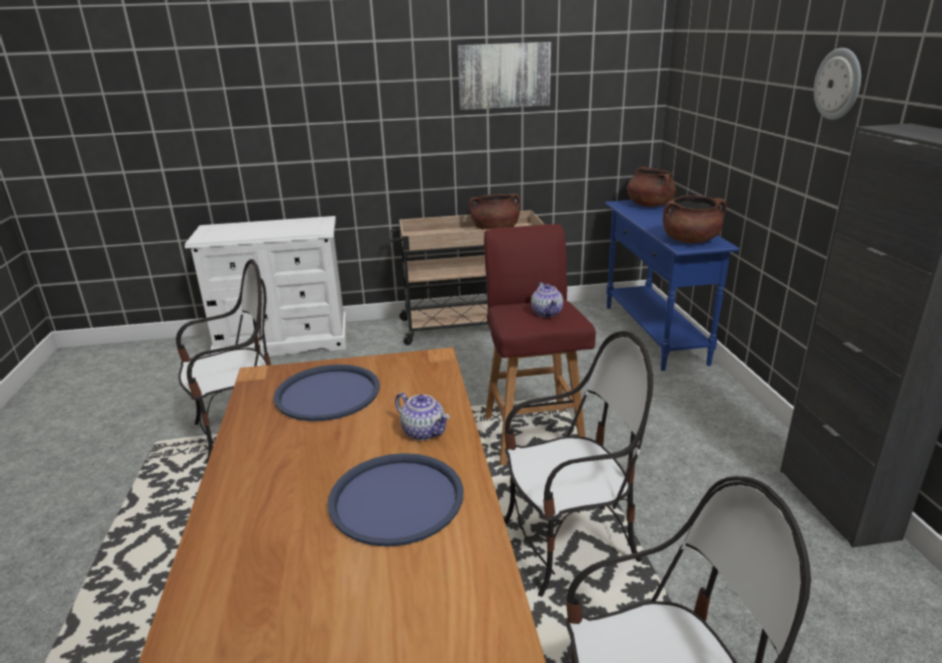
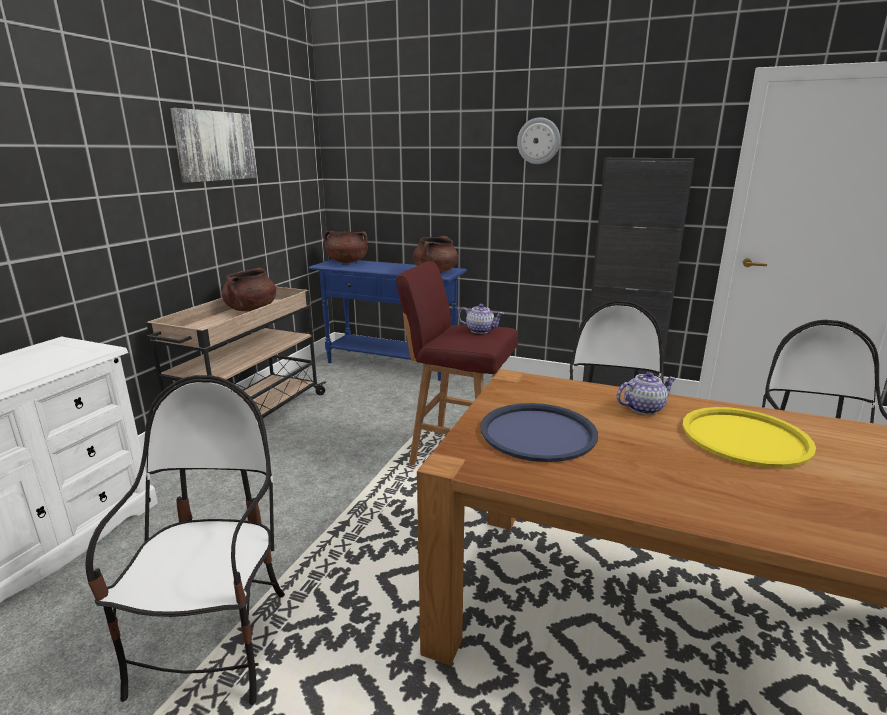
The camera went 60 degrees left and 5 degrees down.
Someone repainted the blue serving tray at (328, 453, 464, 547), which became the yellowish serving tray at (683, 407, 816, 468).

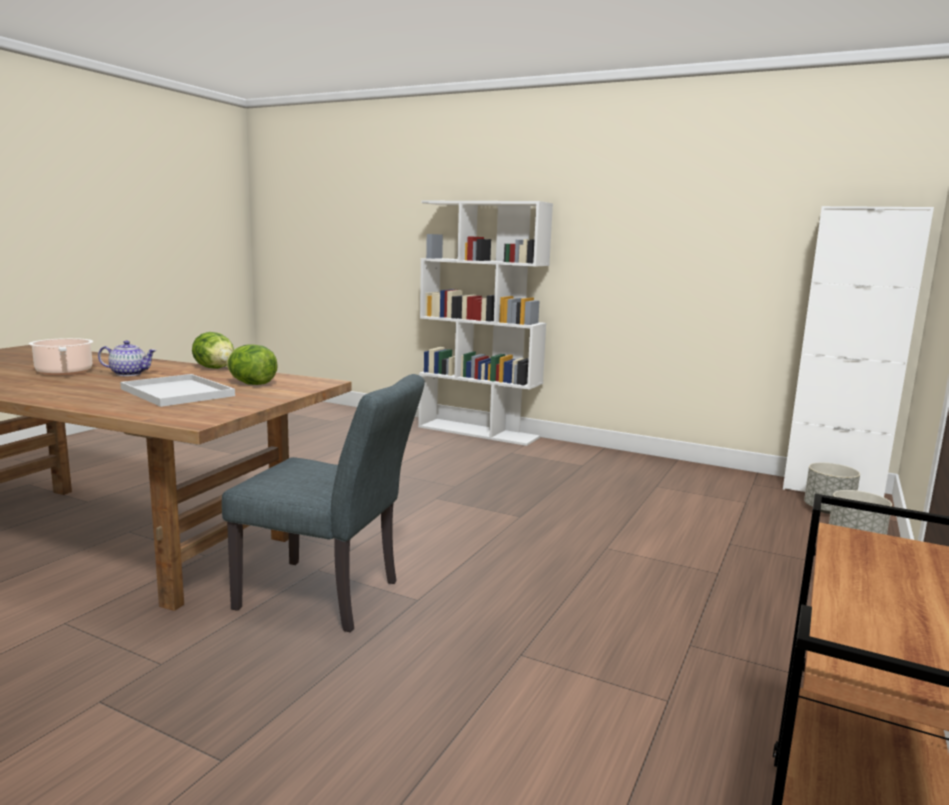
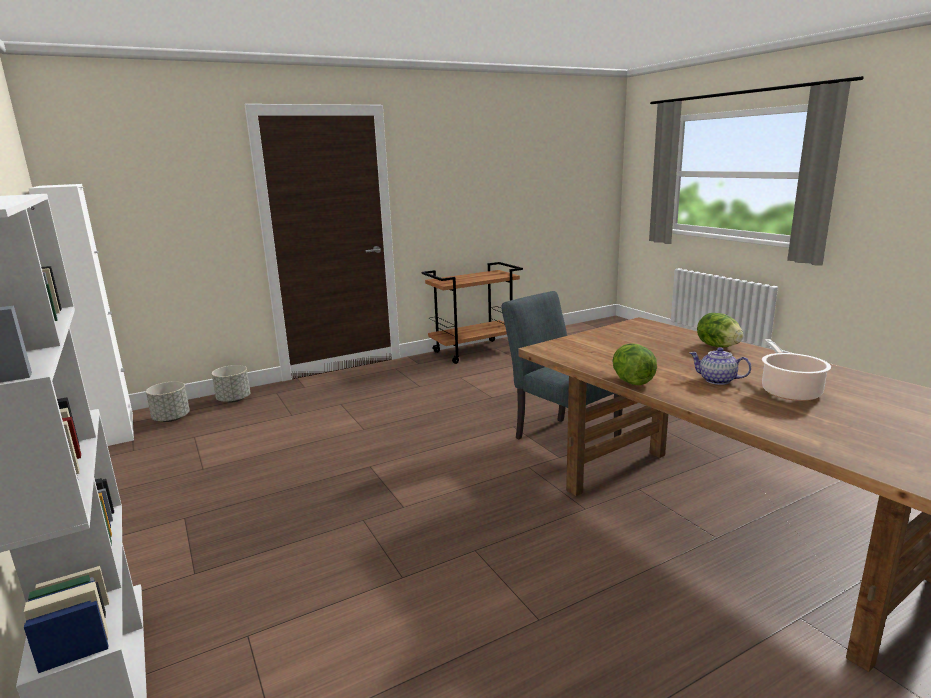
The camera went 145 degrees left and 5 degrees up.
Someone carried the lettuce head from (226, 344, 278, 385) to (697, 313, 744, 347).
Someone took away the whitish serving tray at (120, 374, 235, 407).

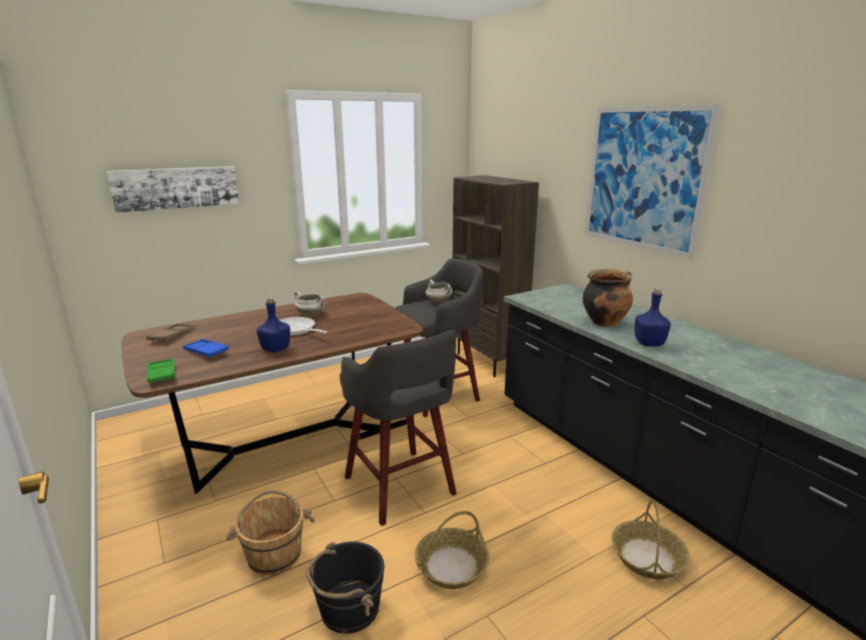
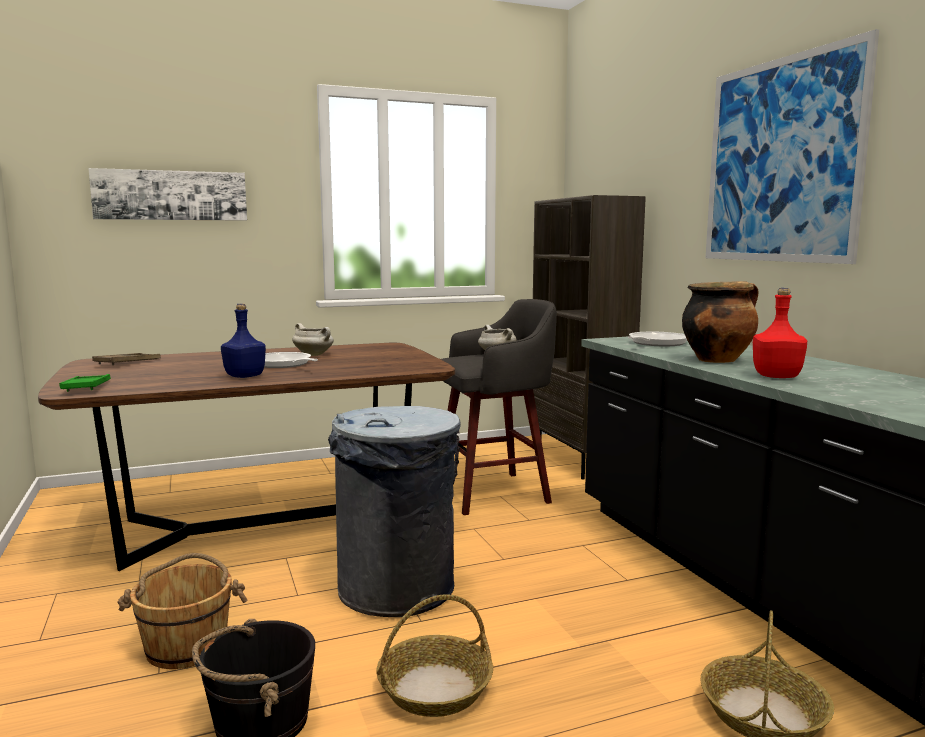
The camera went 10 degrees right and 10 degrees down.
Someone swapped the grey stool at (340, 330, 457, 526) for the grey waste bin at (328, 406, 461, 617).
Someone put down the pan at (628, 332, 687, 346).
Someone repainted the blue beverage bottle at (635, 288, 671, 346), which became the red-coloured beverage bottle at (753, 288, 807, 378).
Someone took away the blue serving tray at (183, 339, 229, 358).

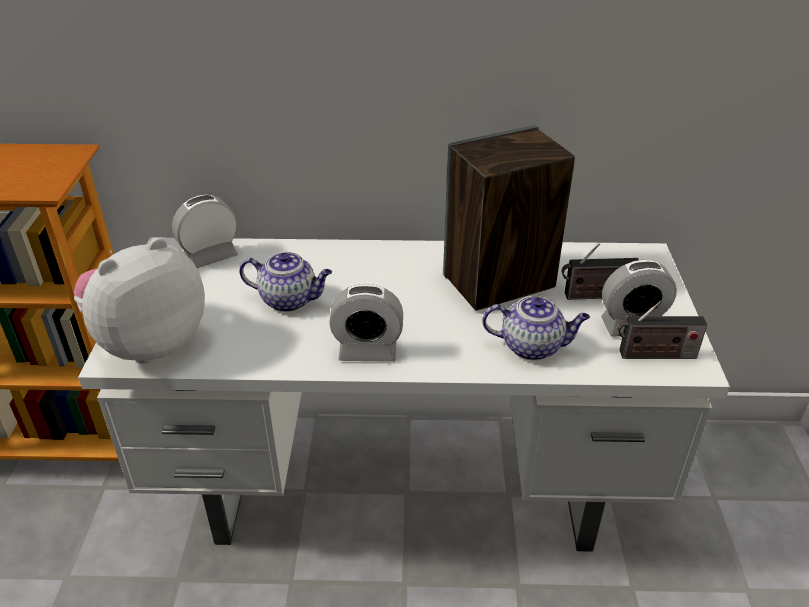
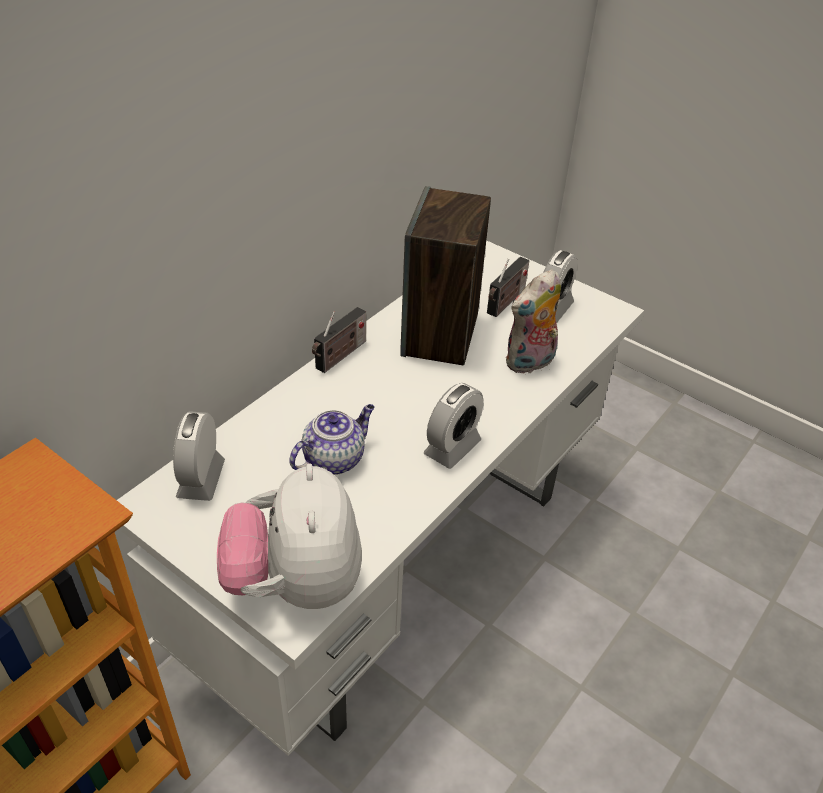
The camera went 55 degrees left and 5 degrees up.
Someone carried the radio receiver from (618, 300, 707, 359) to (312, 307, 366, 373).
Someone swapped the pot for tea at (482, 296, 590, 360) for the soft toy at (506, 269, 561, 374).

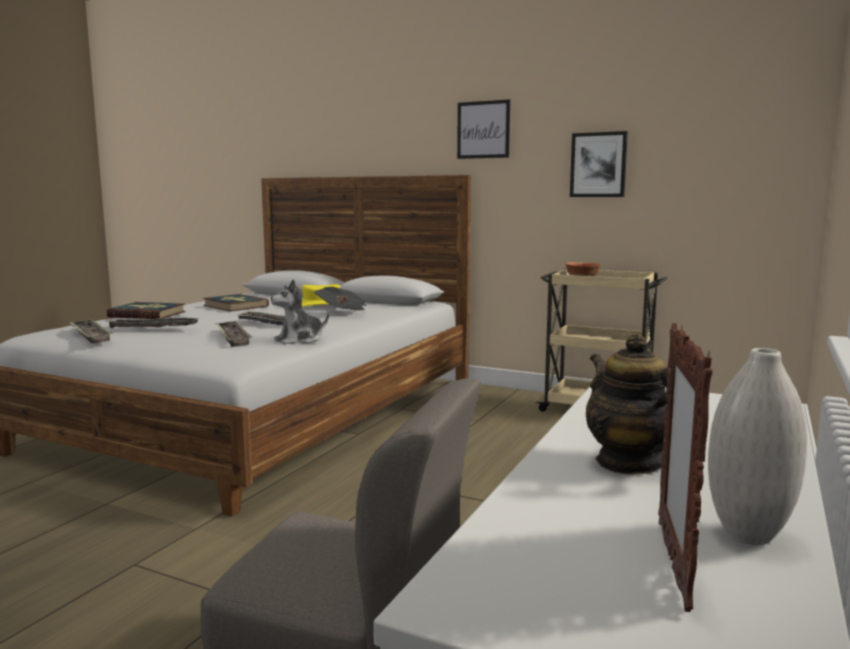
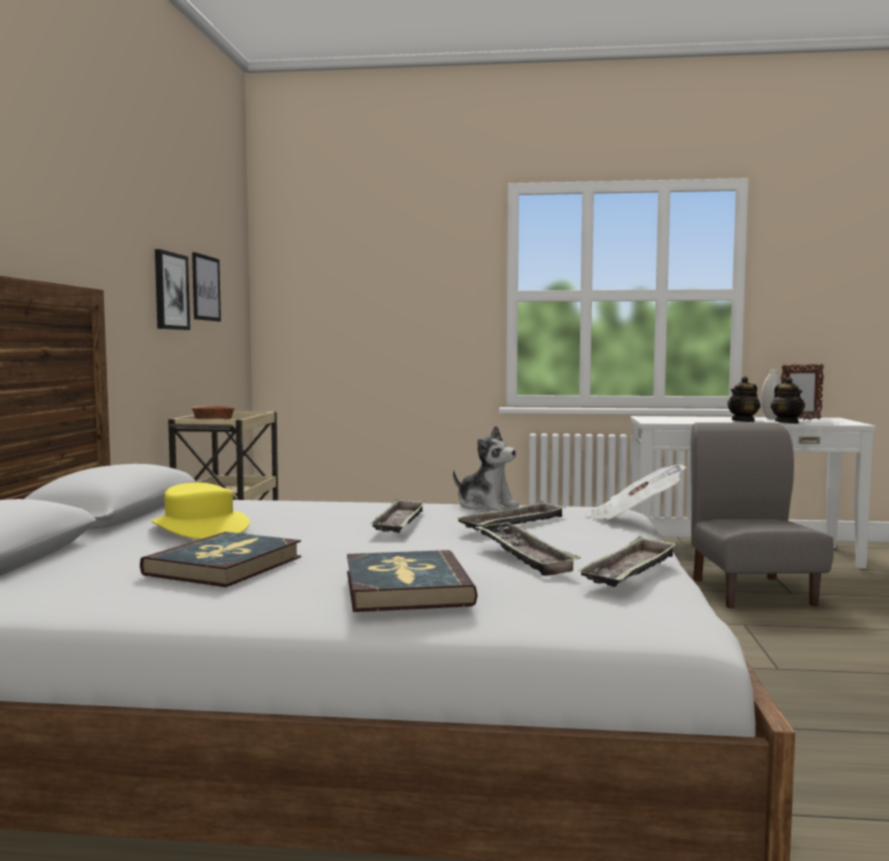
The camera went 110 degrees left and 5 degrees down.
Someone carried the picture from (457, 99, 510, 159) to (192, 252, 221, 321).
Someone carried the daily paper from (314, 287, 367, 311) to (585, 464, 686, 520).
Someone put down the pot for tea at (771, 377, 805, 423).

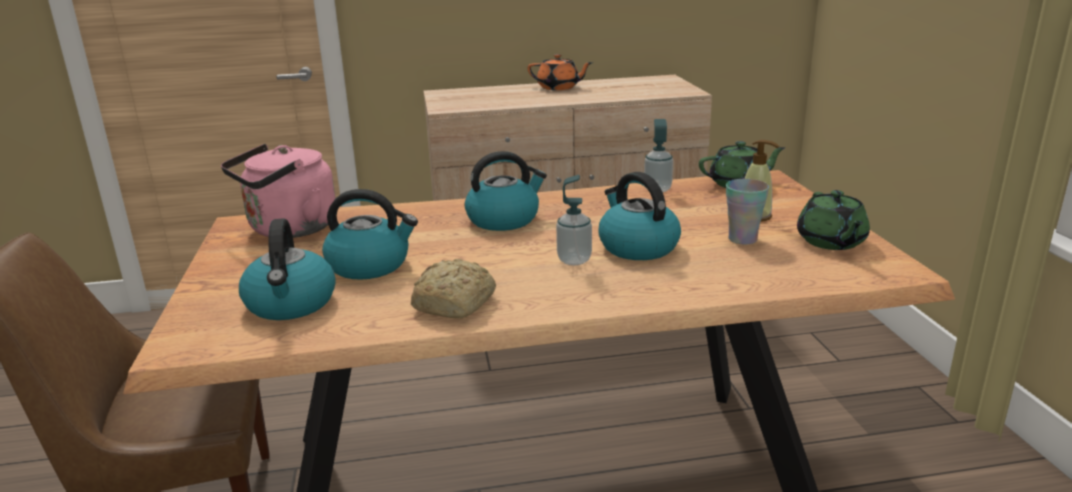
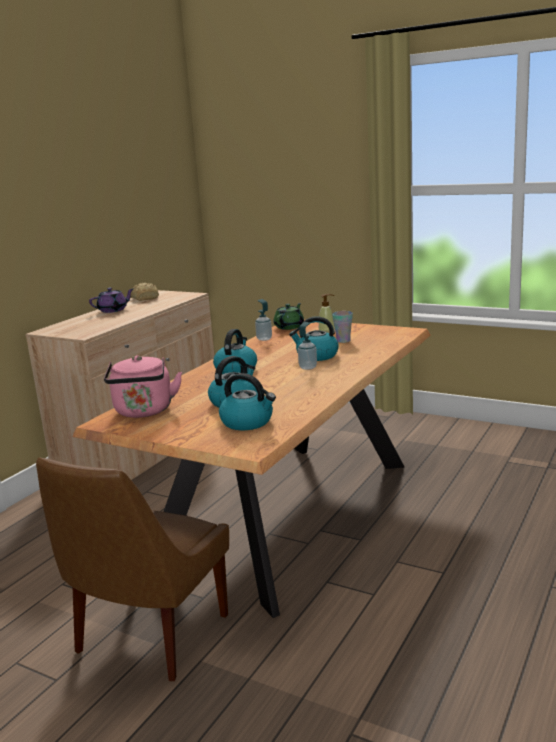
The camera went 50 degrees left and 5 degrees down.
Someone repainted the orange pot for tea at (527, 54, 593, 90), which became the purplish pot for tea at (89, 288, 133, 313).
Someone carried the baked bread from (411, 259, 496, 319) to (131, 283, 159, 301).
Someone took away the green-coloured pot for tea at (797, 190, 870, 250).

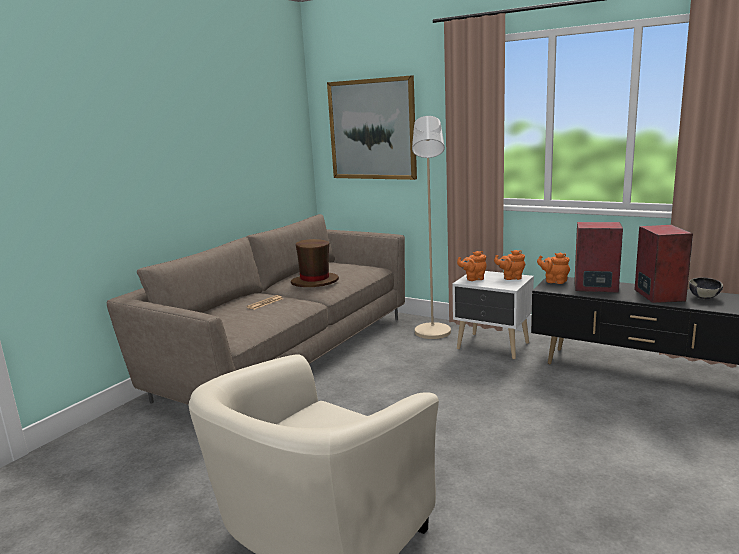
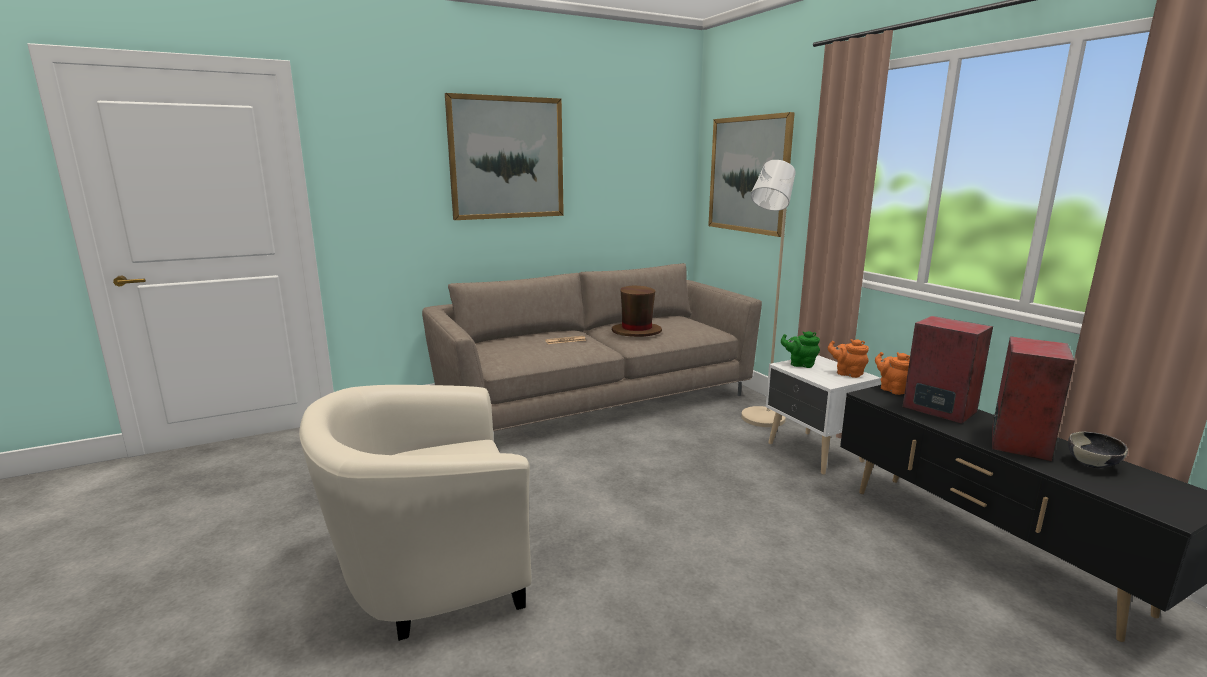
The camera went 30 degrees right and 0 degrees up.
Someone put up the picture at (445, 93, 564, 220).
Someone repainted the orange pot for tea at (457, 251, 487, 281), which became the green-coloured pot for tea at (781, 331, 820, 368).

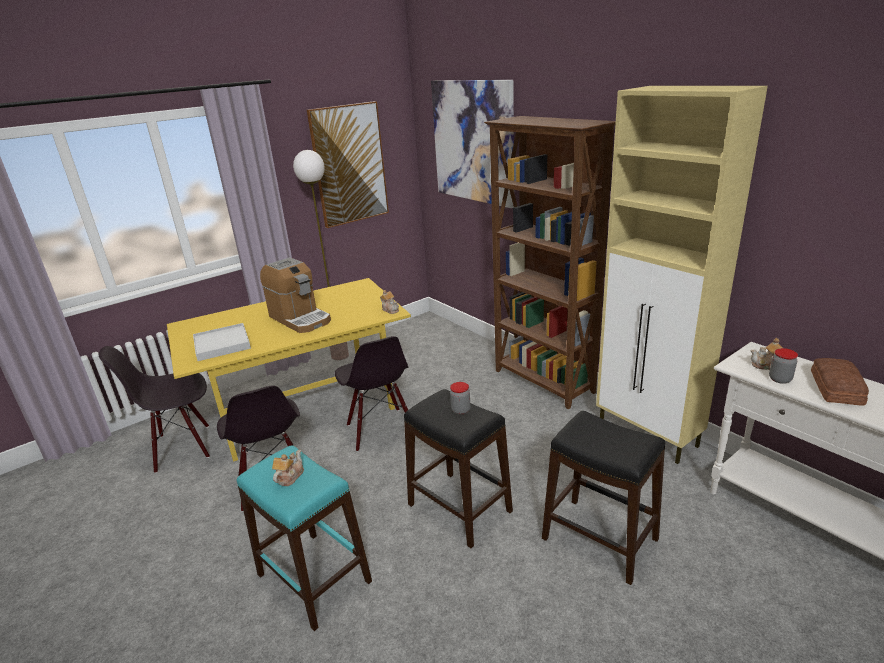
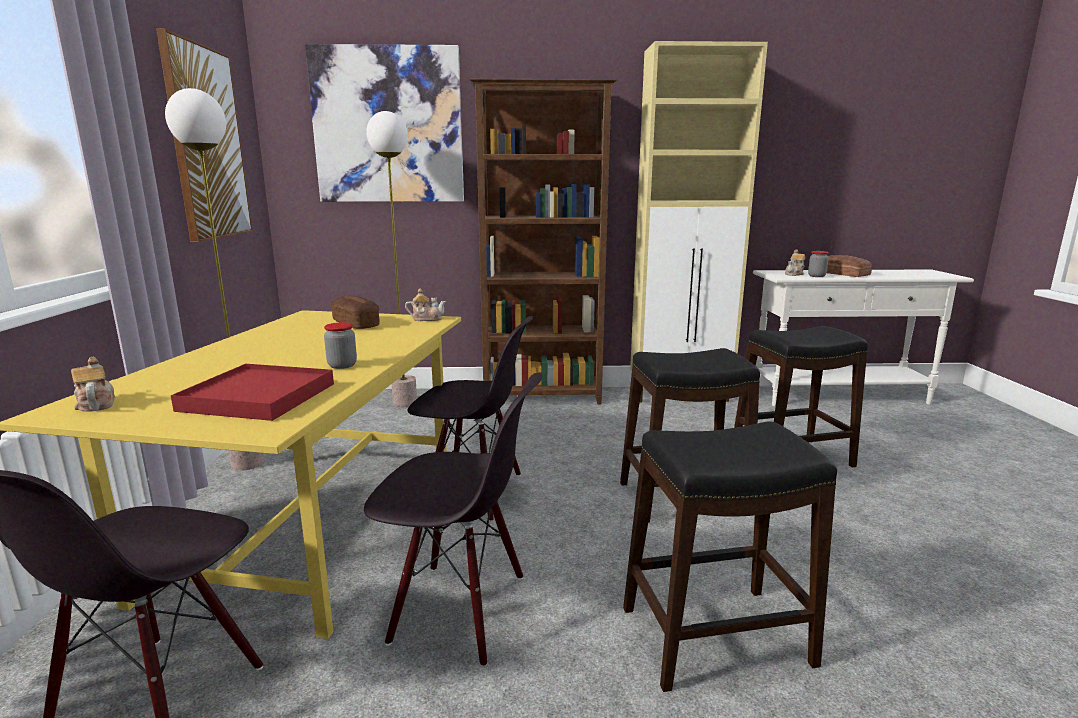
The camera went 55 degrees left and 10 degrees down.
Someone carried the pot for tea from (272, 450, 304, 486) to (71, 357, 115, 412).
Someone repainted the whitish serving tray at (193, 323, 251, 361), which became the red-coloured serving tray at (171, 364, 334, 421).
Someone carried the jar from (450, 382, 471, 415) to (324, 322, 357, 369).
Someone put down the baked bread at (331, 296, 380, 329).
Someone put down the standard lamp at (366, 111, 417, 407).
Someone repainted the blue-green stool at (236, 445, 372, 631), which became the black-coloured stool at (623, 421, 837, 692).
Someone took away the coffee brewer at (260, 257, 331, 333).

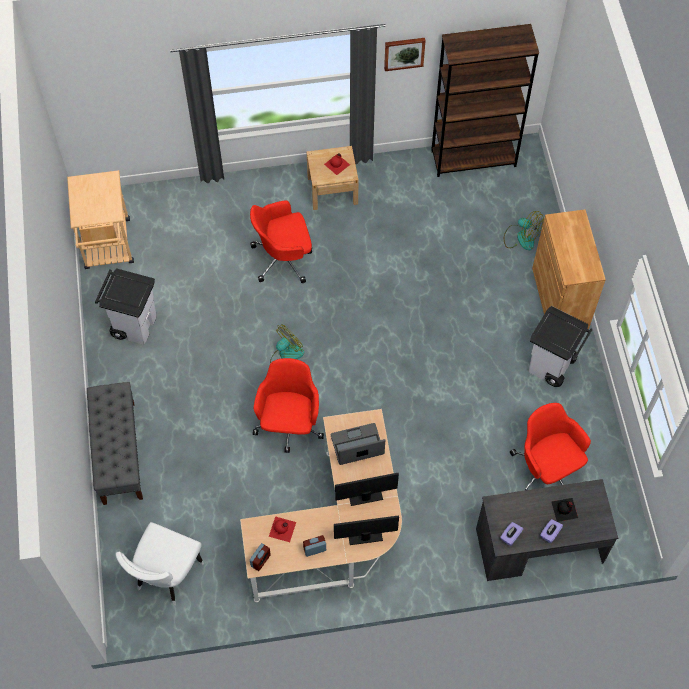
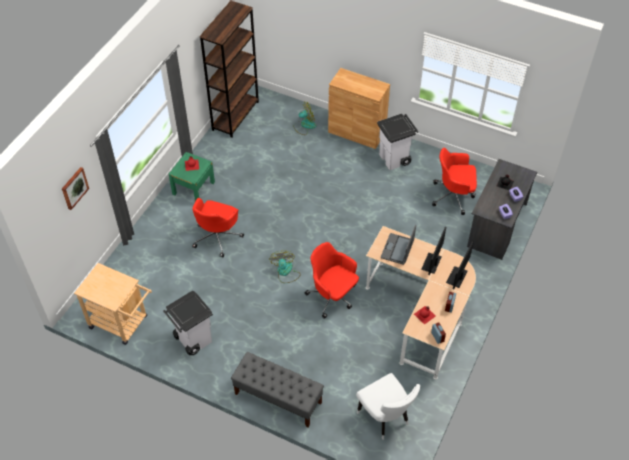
The camera went 55 degrees left and 10 degrees down.
Someone carried the picture from (384, 38, 425, 71) to (62, 167, 89, 210).
Someone repainted the sand-coloured nightstand at (307, 146, 359, 210), which became the green-coloured nightstand at (169, 152, 215, 201).

